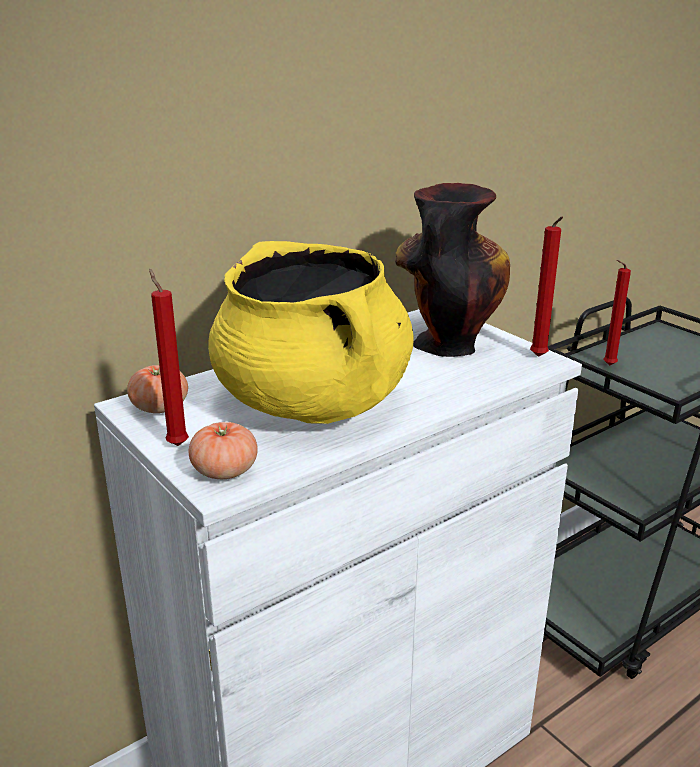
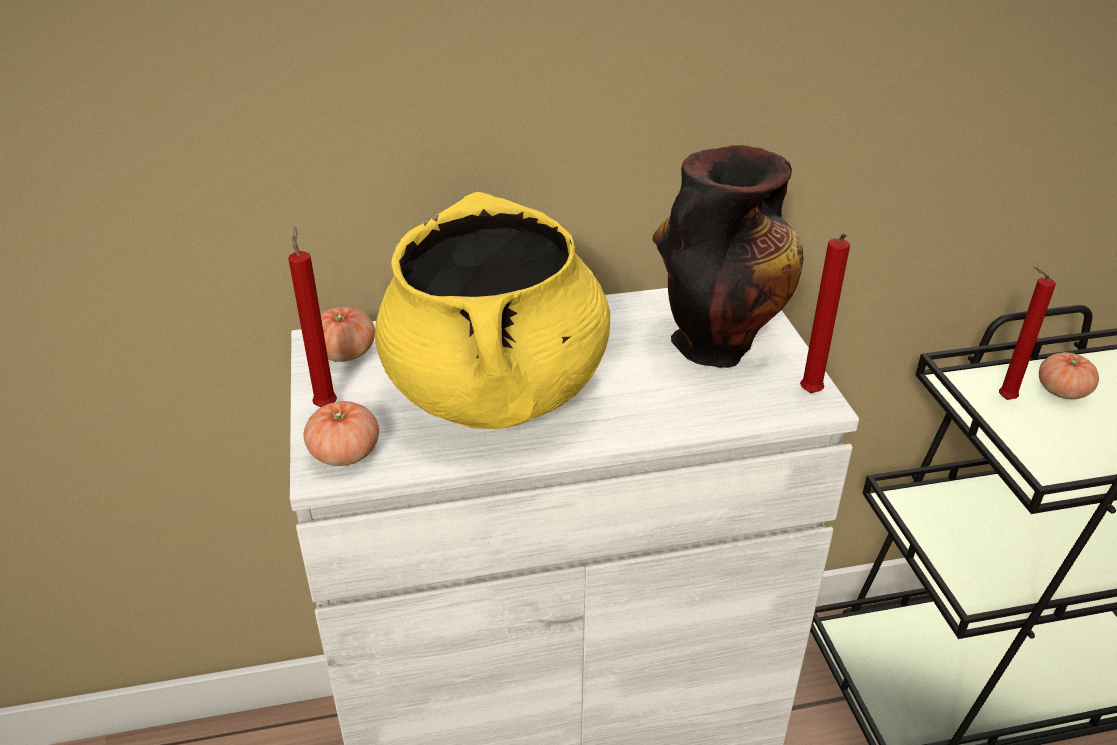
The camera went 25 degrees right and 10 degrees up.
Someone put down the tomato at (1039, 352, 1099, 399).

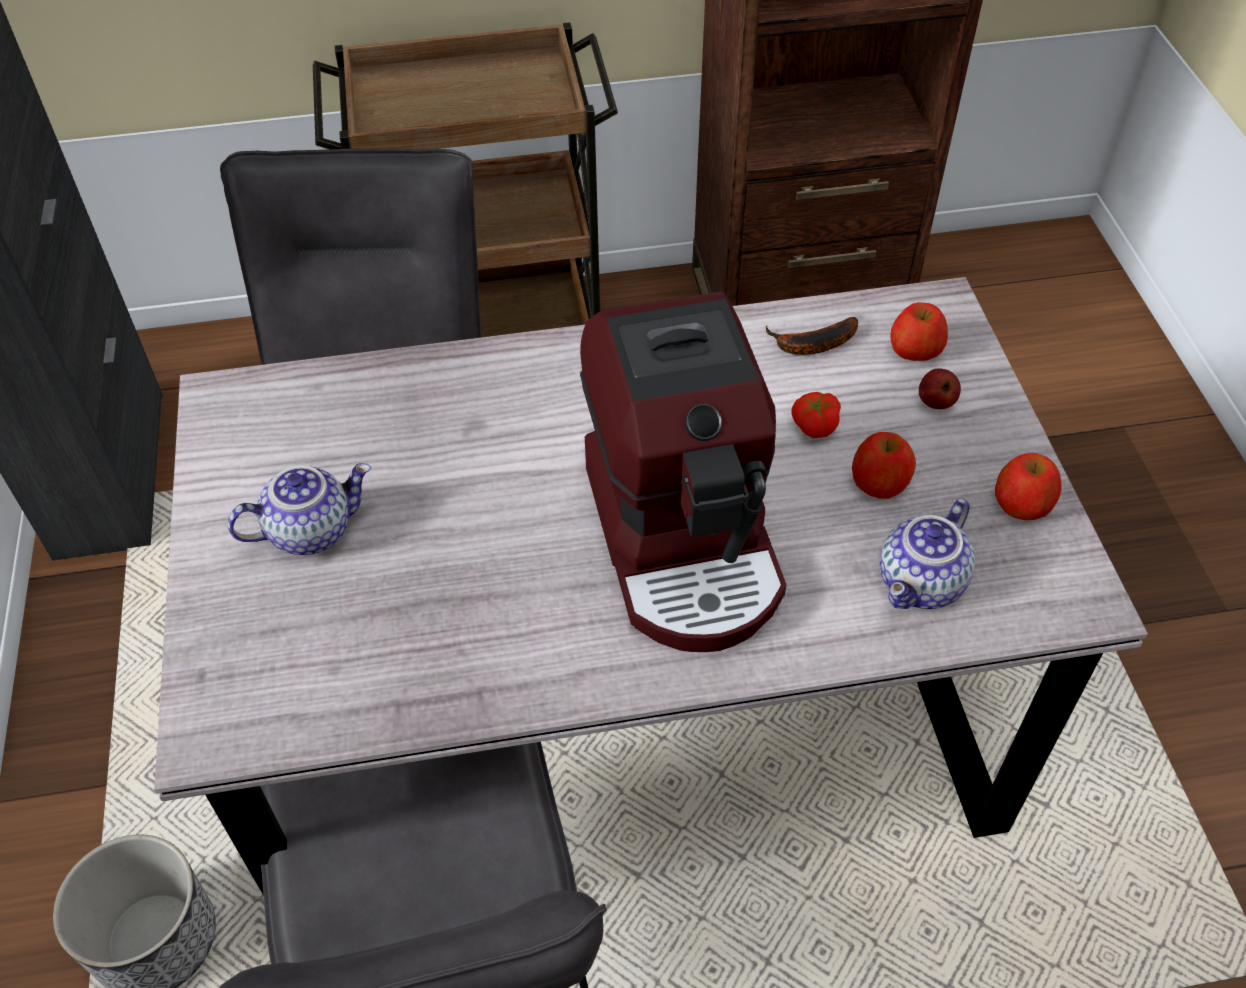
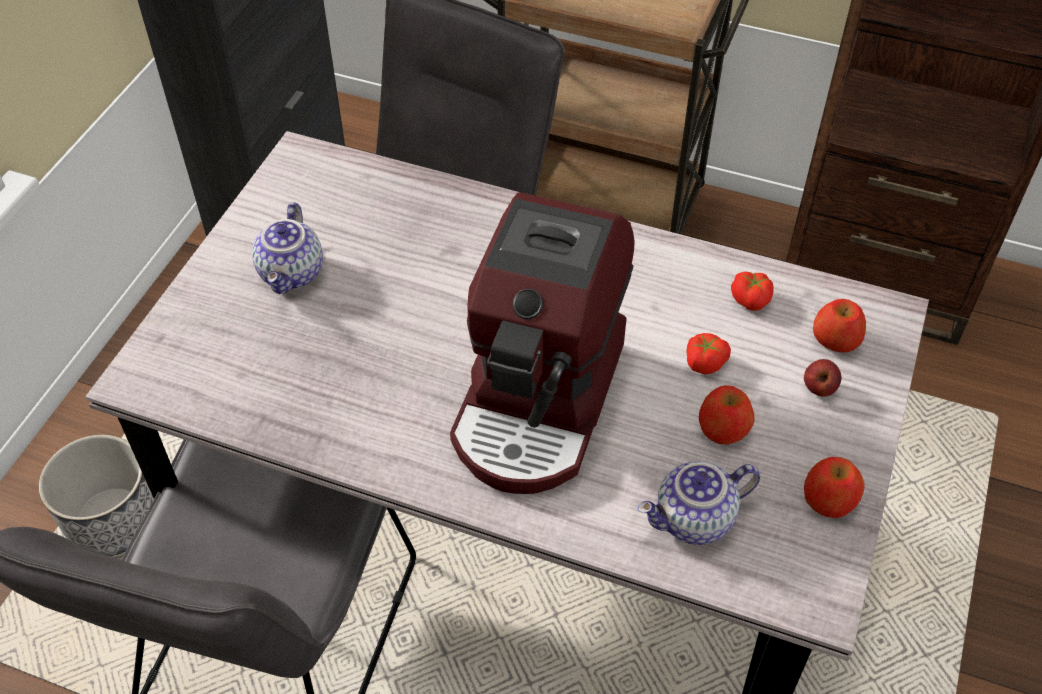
The camera went 30 degrees right and 0 degrees up.
Someone rotated the pot for tea at (228, 463, 371, 555) by 90 degrees clockwise.
Someone swapped the banana fruit at (765, 317, 858, 355) for the tomato at (731, 272, 774, 311).

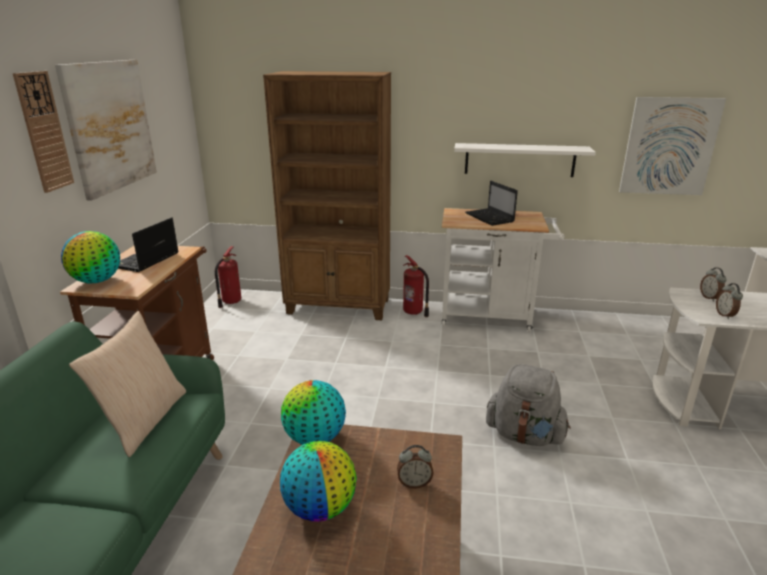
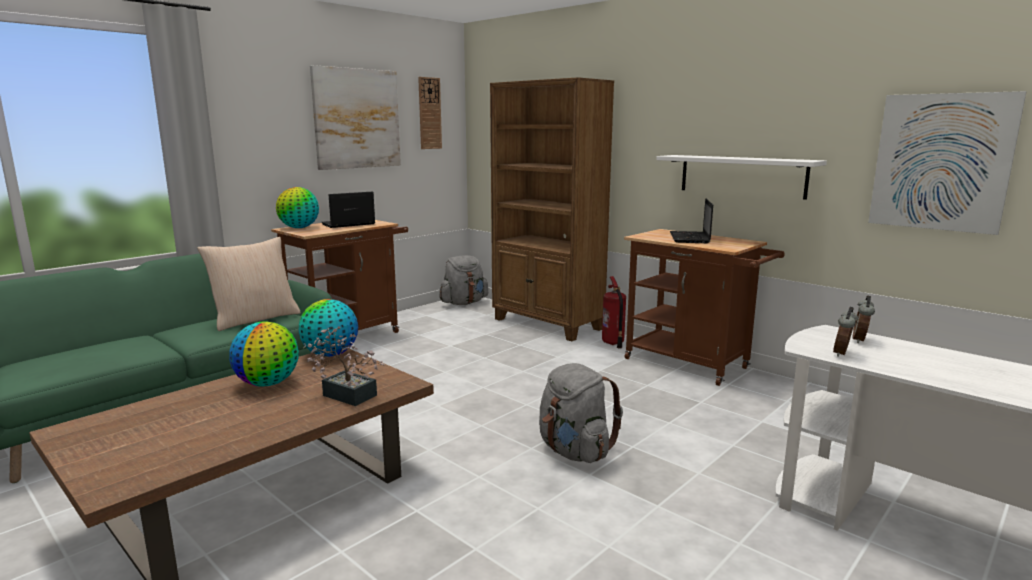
The camera went 35 degrees right and 10 degrees down.
Someone swapped the bedside clock at (397, 445, 433, 489) for the houseplant at (303, 326, 385, 406).
Someone carried the clock on the wall from (13, 71, 74, 193) to (418, 77, 442, 149).
Someone swapped the extinguisher at (215, 246, 241, 308) for the grey rucksack at (439, 255, 488, 305).
Someone repainted the whitish trolley at (442, 208, 565, 332), which became the brownish trolley at (624, 229, 785, 386).

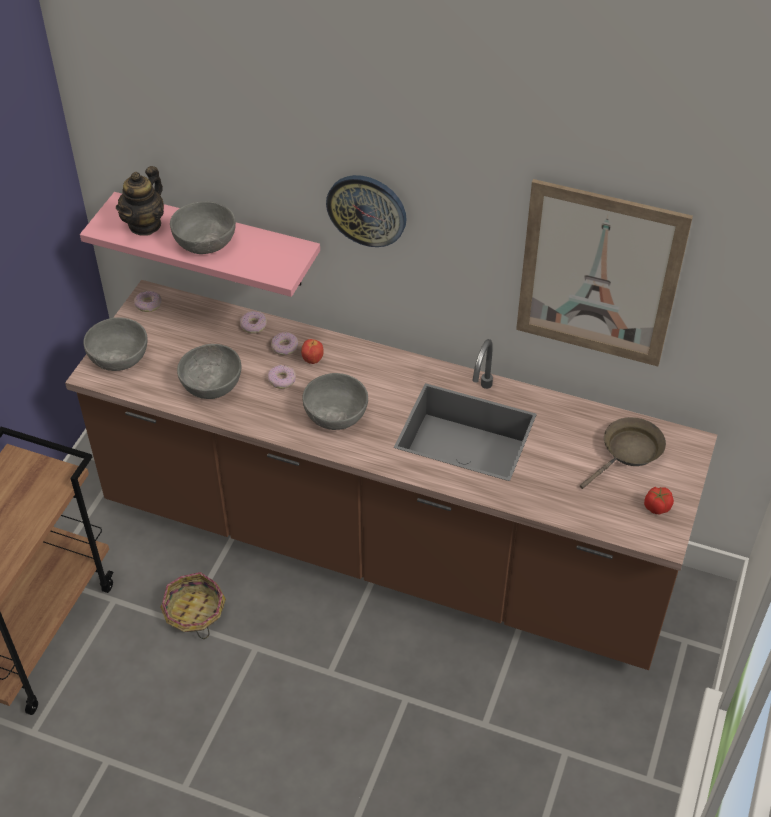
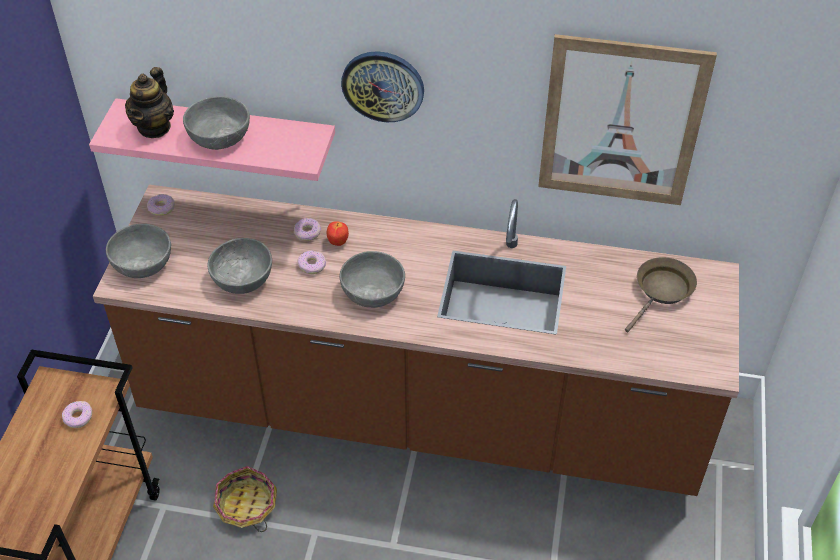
The camera went 10 degrees left and 0 degrees up.
Someone carried the ring doughnut from (240, 311, 267, 334) to (62, 401, 93, 428).
Someone took away the tomato at (644, 487, 674, 514).

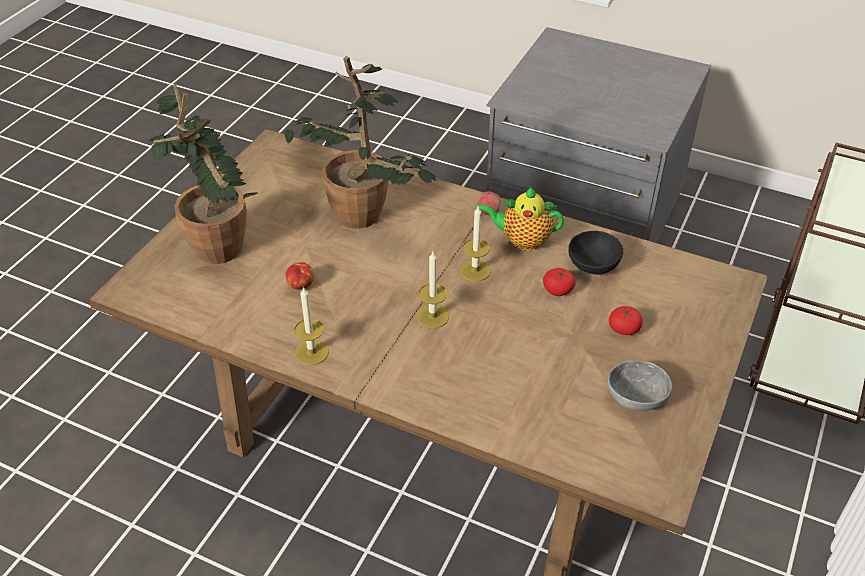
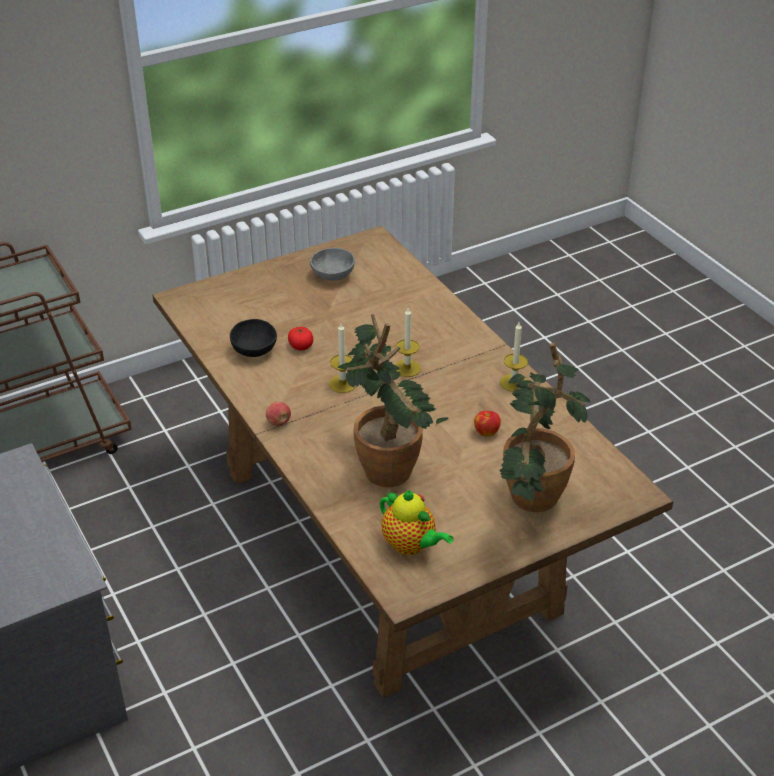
The camera went 145 degrees left and 5 degrees down.
Someone carried the pot for tea from (478, 186, 564, 251) to (380, 490, 454, 555).
Someone took away the tomato at (609, 306, 643, 335).

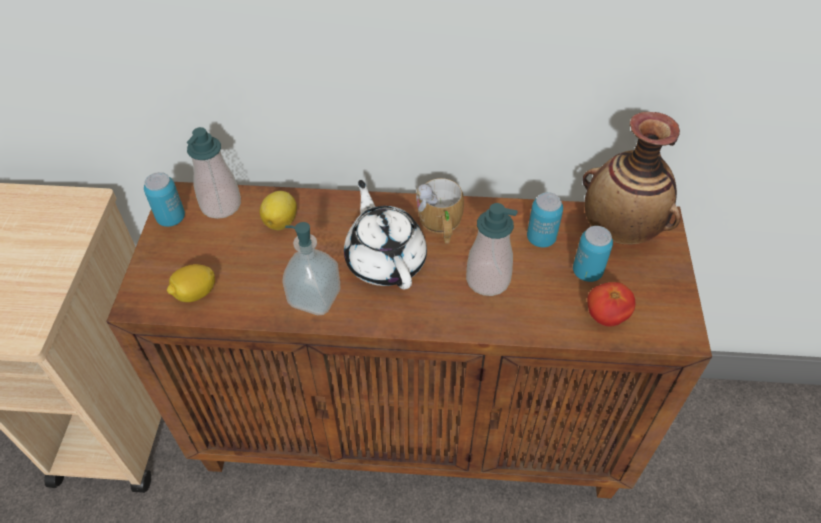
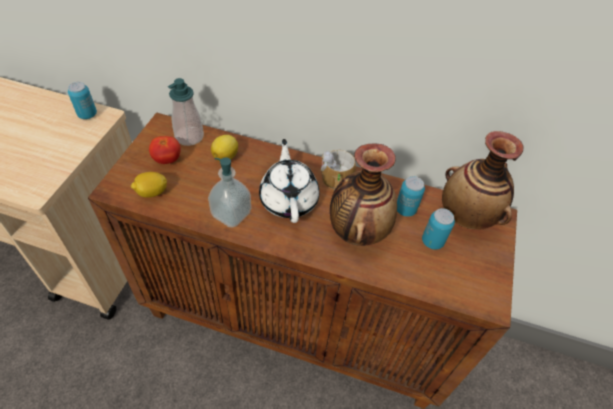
The camera went 10 degrees right and 0 degrees up.
Someone carried the can from (144, 172, 185, 227) to (68, 82, 97, 119).
Someone carried the tomato from (587, 282, 635, 326) to (149, 136, 181, 164).
Someone swapped the liquid soap bottle at (466, 203, 518, 296) for the flower vase at (330, 143, 397, 246).

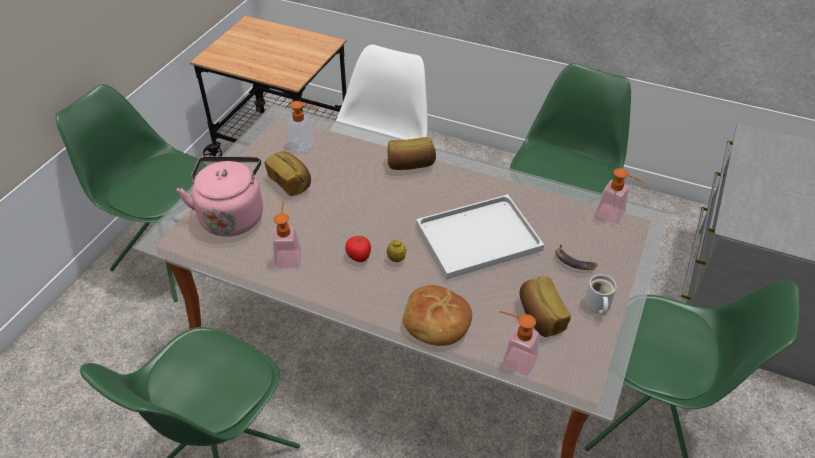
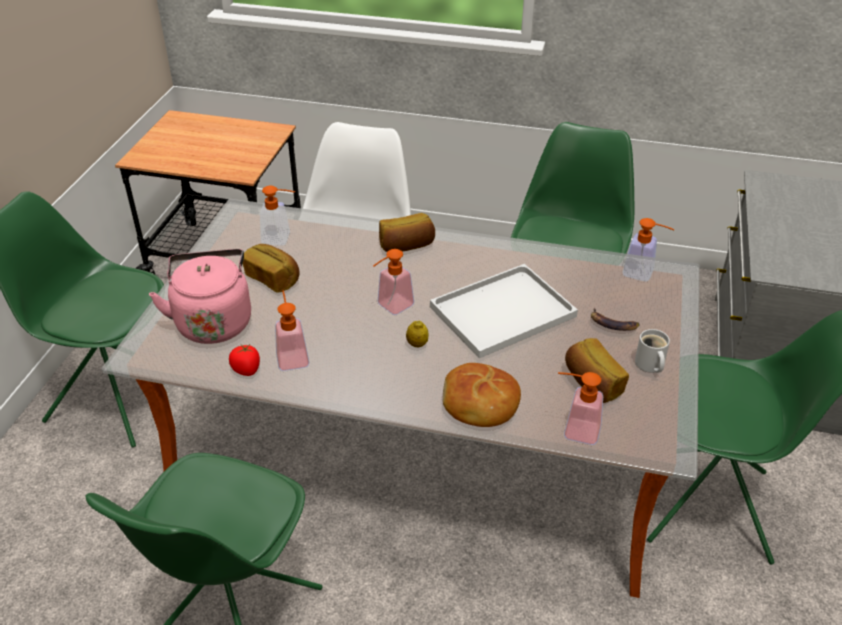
The camera went 10 degrees left and 5 degrees down.
Someone carried the tomato from (345, 235, 371, 262) to (229, 343, 260, 376).
Someone put down the liquid soap bottle at (373, 249, 414, 315).

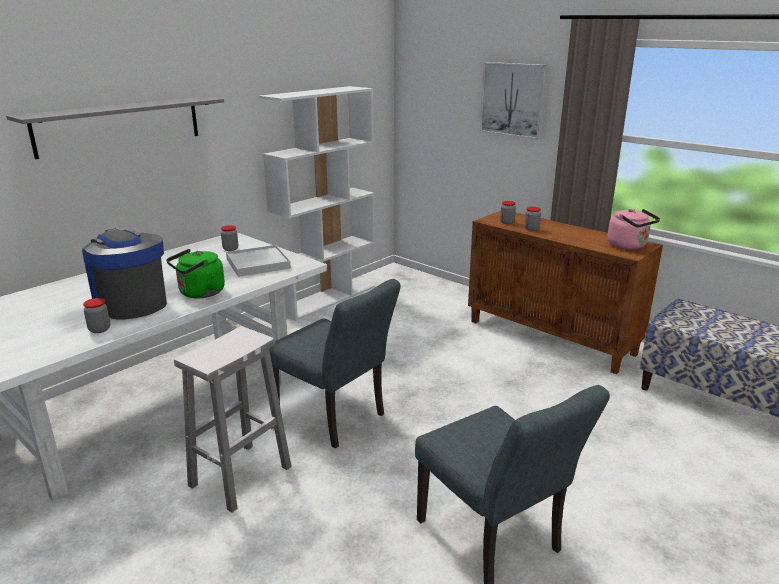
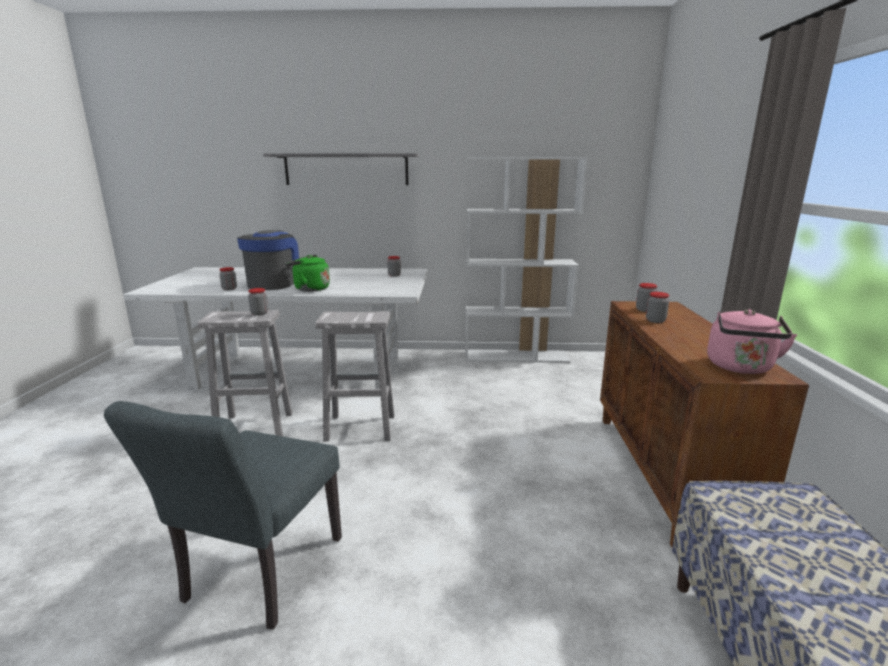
The camera went 50 degrees right and 5 degrees down.
Someone put down the jar at (248, 288, 268, 316).
Someone swapped the grey plain chair at (269, 279, 401, 448) for the whitish stool at (315, 311, 394, 441).
Someone took away the whitish serving tray at (226, 245, 291, 277).
Someone took away the picture at (480, 62, 547, 139).

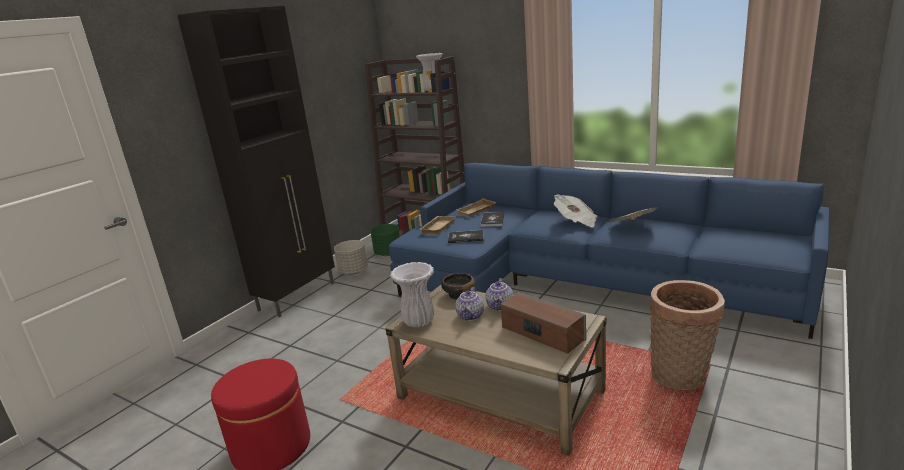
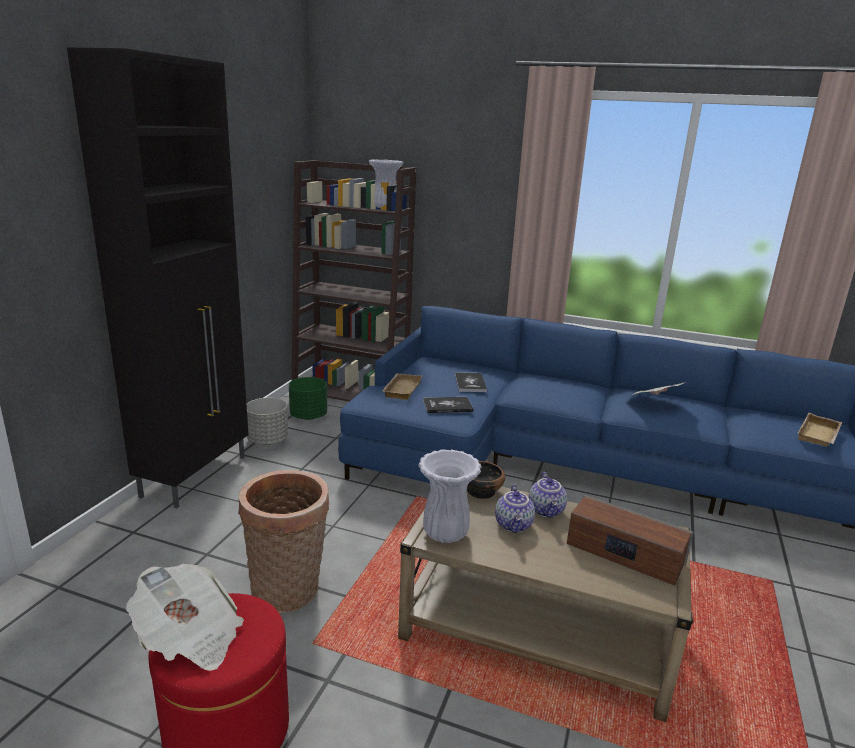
The camera went 15 degrees left and 0 degrees up.
Someone carried the daily paper from (554, 194, 597, 227) to (126, 564, 244, 671).
Someone carried the basket from (650, 280, 725, 390) to (238, 470, 329, 613).
Someone carried the sand-coloured serving tray from (456, 198, 496, 217) to (798, 413, 842, 447).

